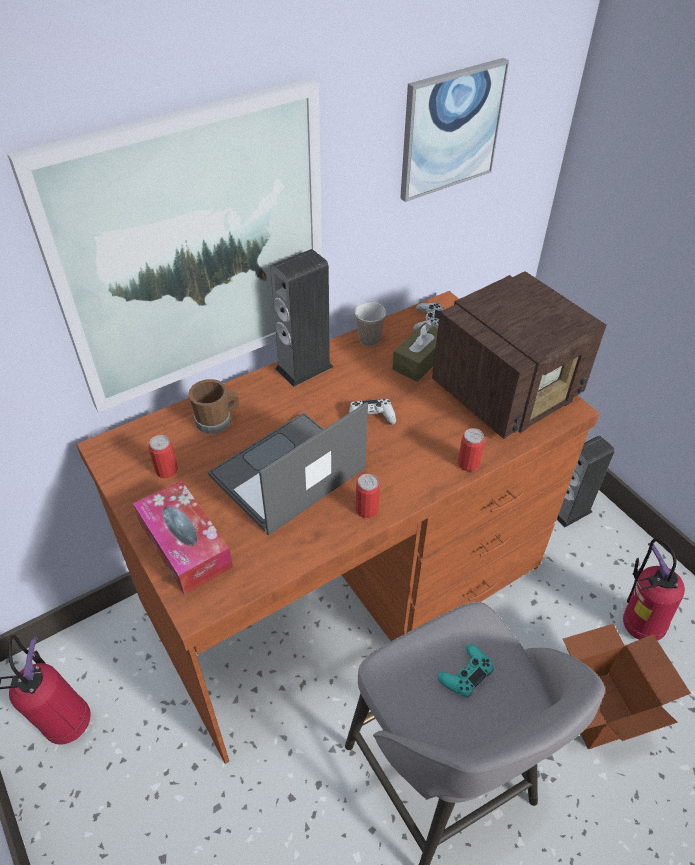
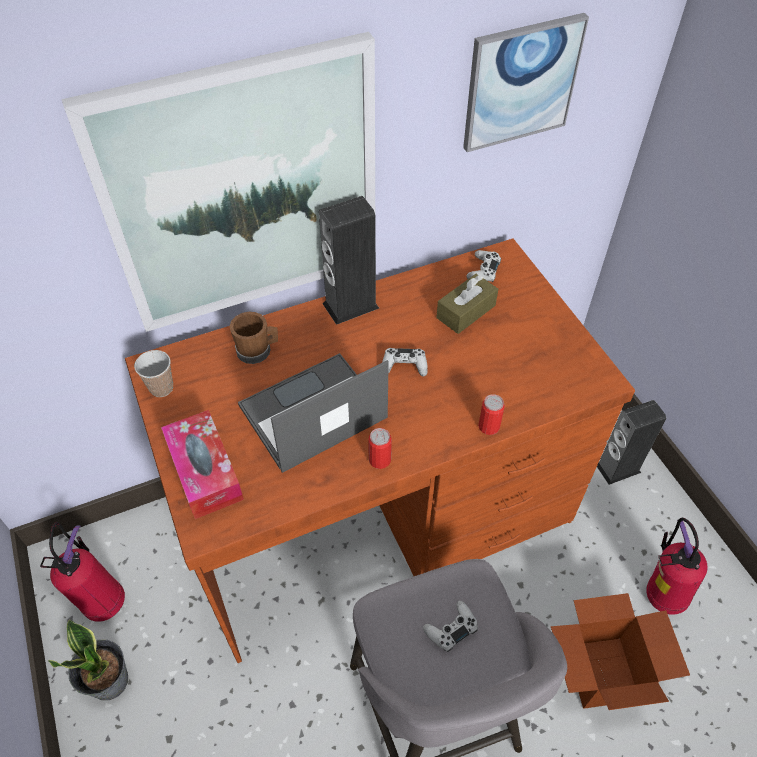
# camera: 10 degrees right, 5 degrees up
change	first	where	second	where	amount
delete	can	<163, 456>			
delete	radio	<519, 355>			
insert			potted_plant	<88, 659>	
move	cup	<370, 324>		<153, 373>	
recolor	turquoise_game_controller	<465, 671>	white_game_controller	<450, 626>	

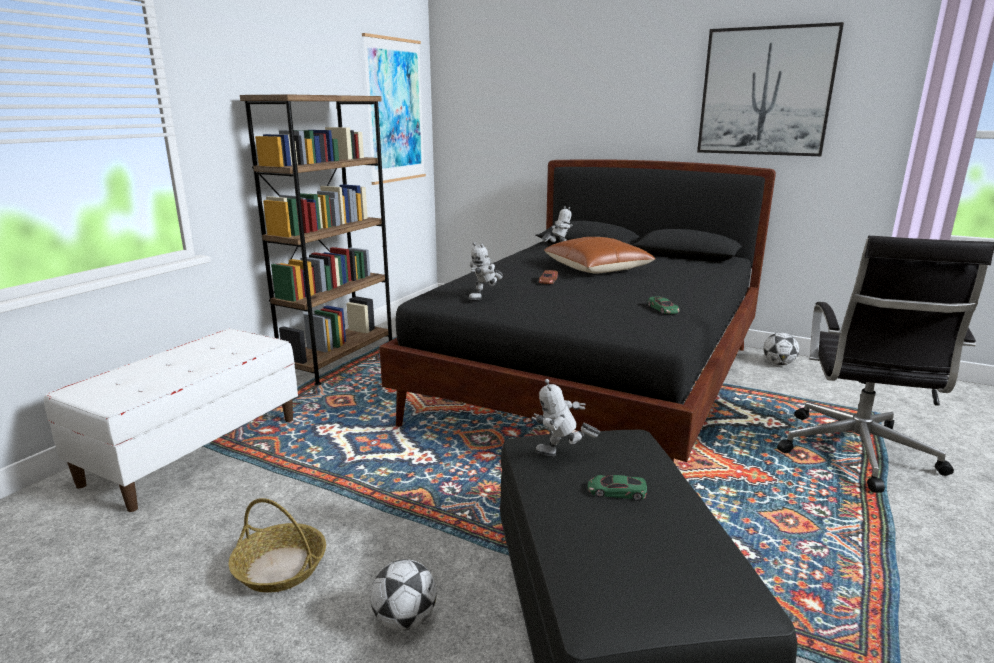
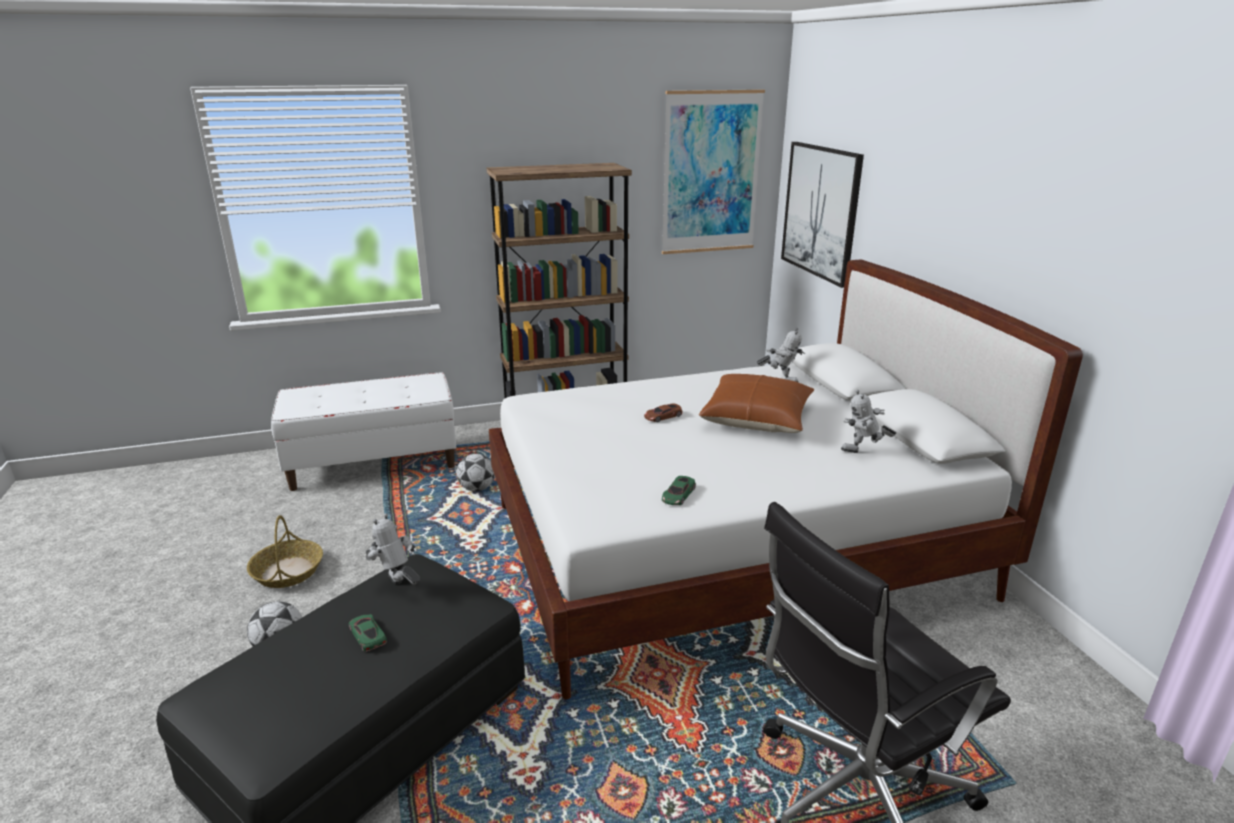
# camera: 45 degrees right, 5 degrees up
change	first	where	second	where	amount
move	toy_robot	<485, 271>		<868, 421>	
move	picture	<770, 89>		<822, 215>	
move	football	<781, 349>		<476, 472>	
recolor	black_bed	<577, 310>	white_bed	<786, 479>	

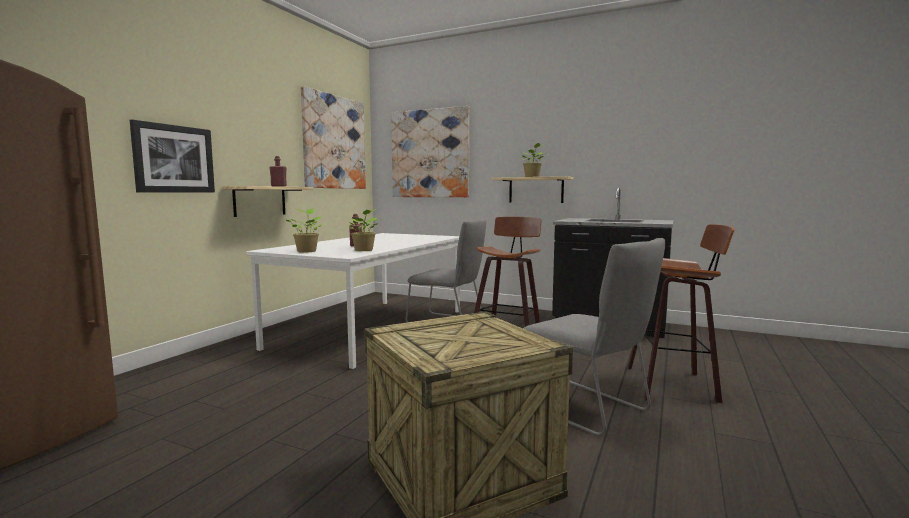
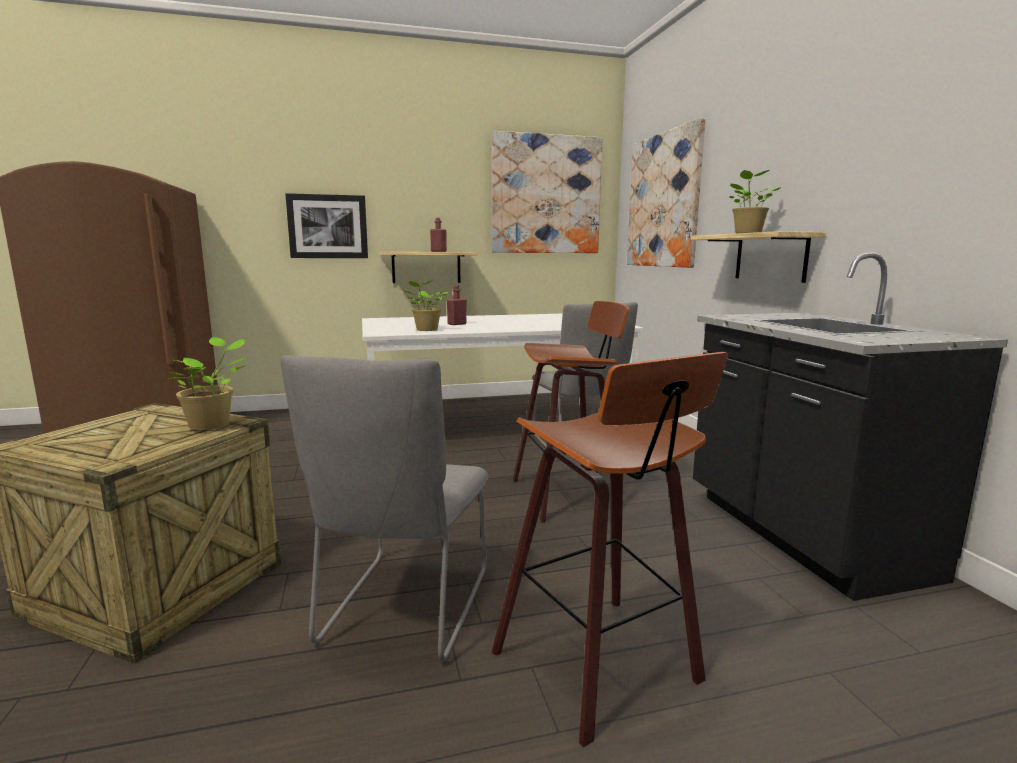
# camera: 50 degrees right, 5 degrees up
change	first	where	second	where	amount
move	potted_plant	<304, 231>		<208, 383>	

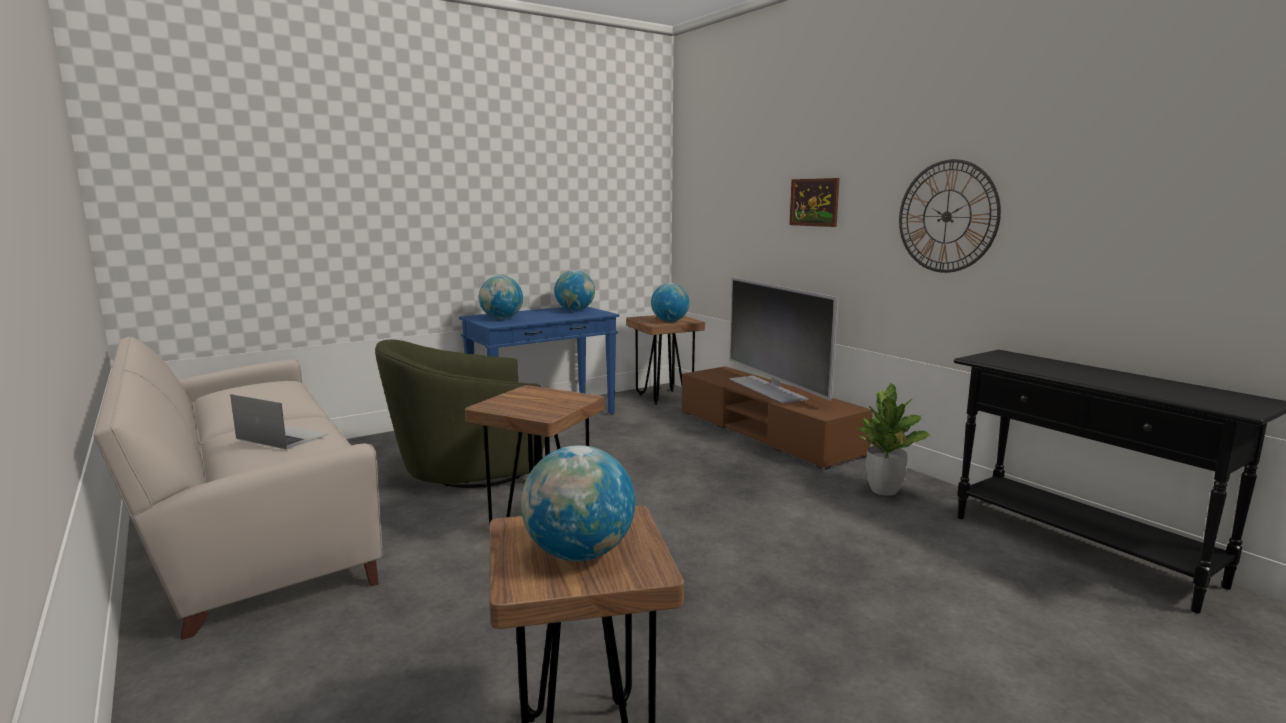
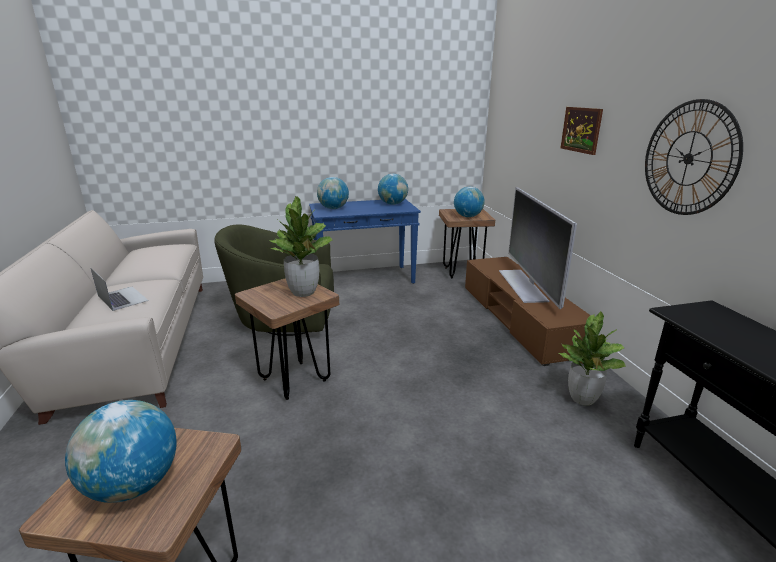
# camera: 20 degrees right, 10 degrees up
change	first	where	second	where	amount
insert			potted_plant	<300, 246>	

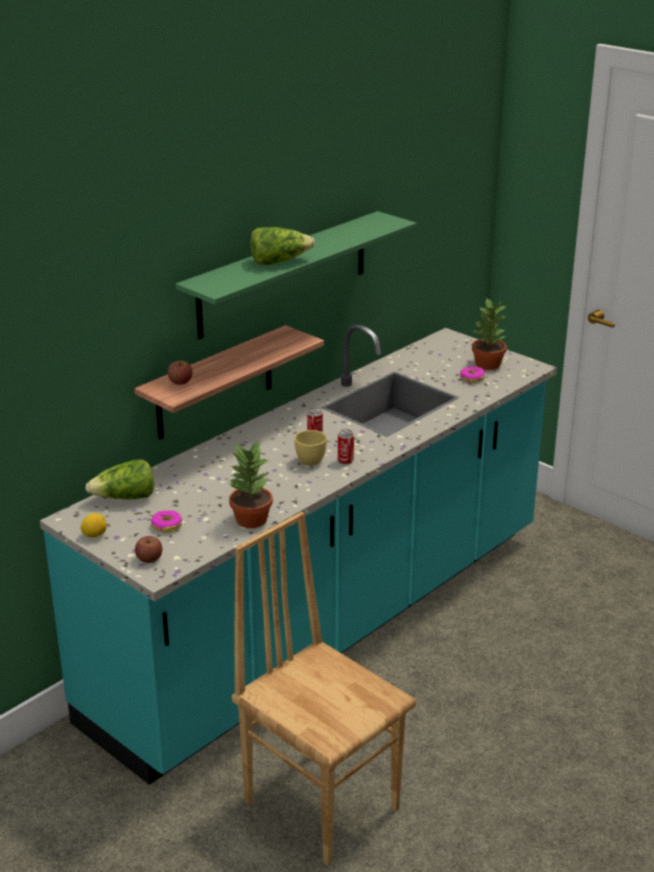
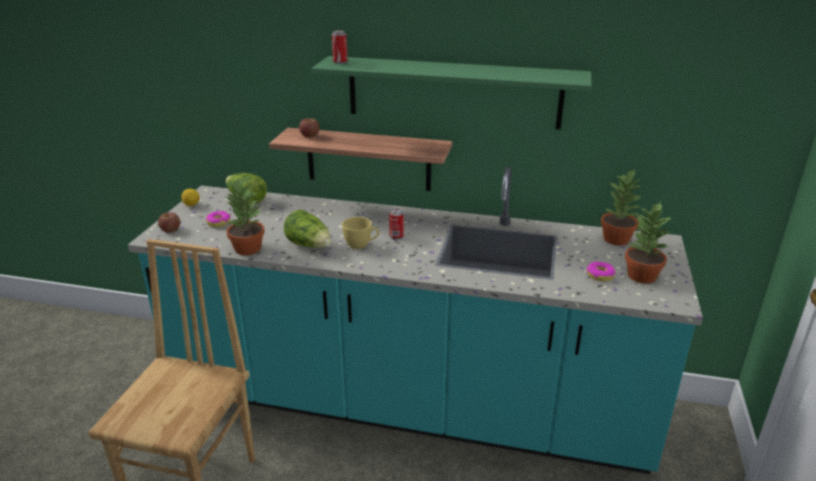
# camera: 60 degrees right, 0 degrees up
change	first	where	second	where	amount
insert			potted_plant	<621, 207>	
move	lettuce	<282, 246>		<308, 229>	
move	can	<346, 447>		<340, 47>	

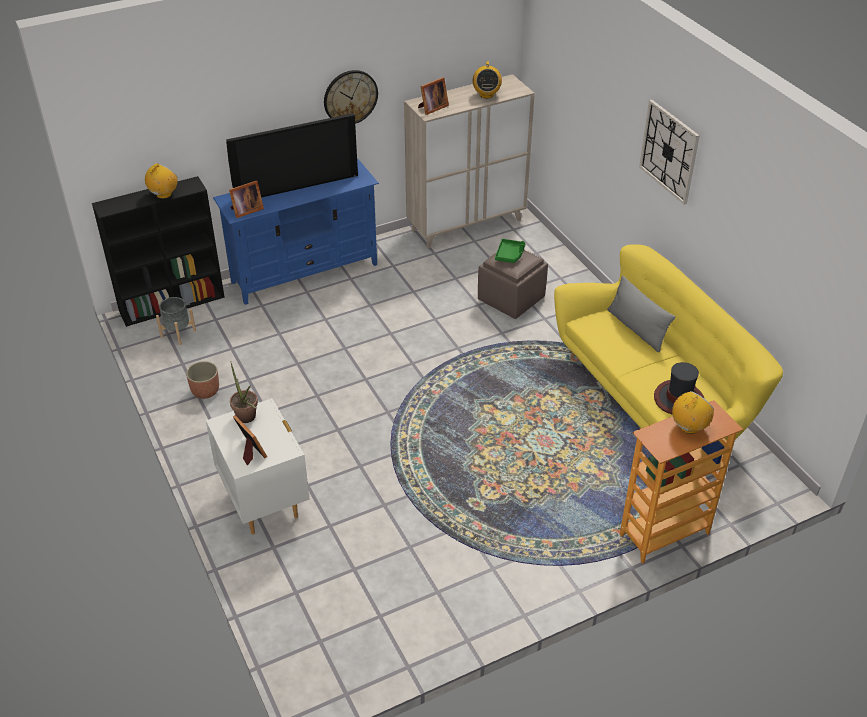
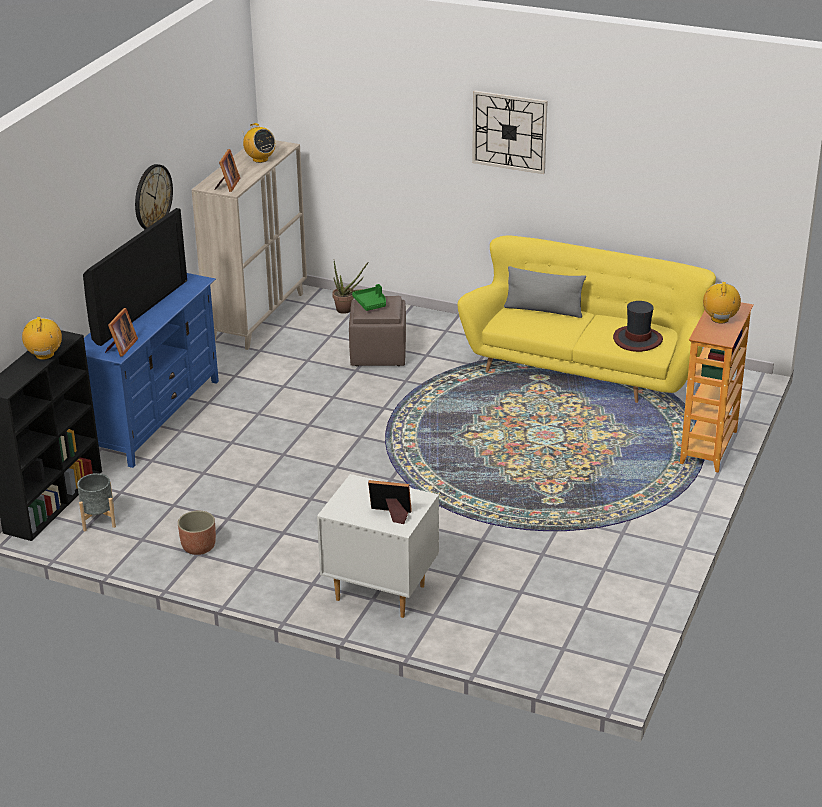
# camera: 40 degrees left, 10 degrees down
change	first	where	second	where	amount
move	potted_plant	<244, 392>		<350, 287>	

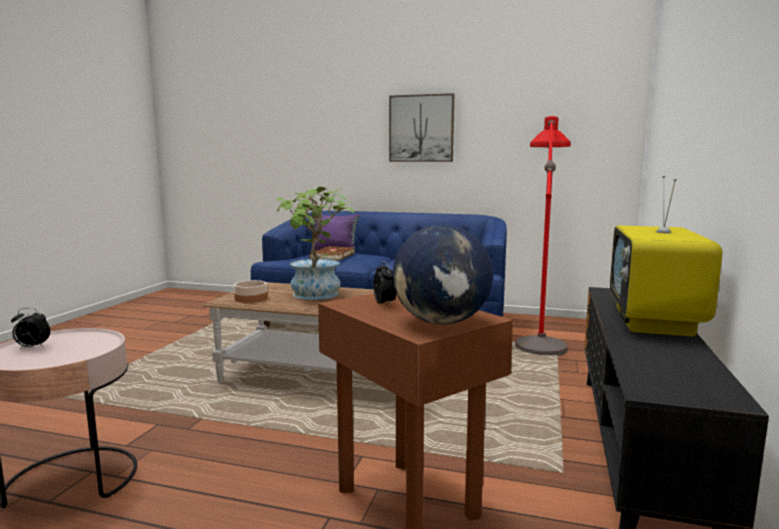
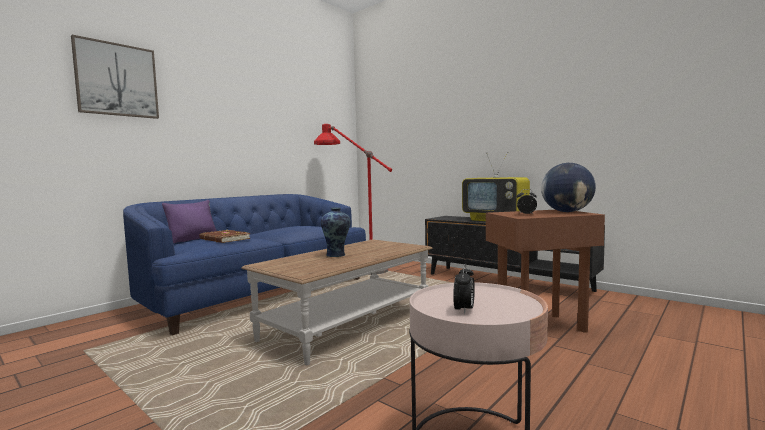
# camera: 65 degrees left, 5 degrees down
change	first	where	second	where	amount
delete	bowl	<250, 291>			
move	picture	<421, 127>		<115, 77>	
replace	potted_plant	<315, 243>	vase	<336, 232>	

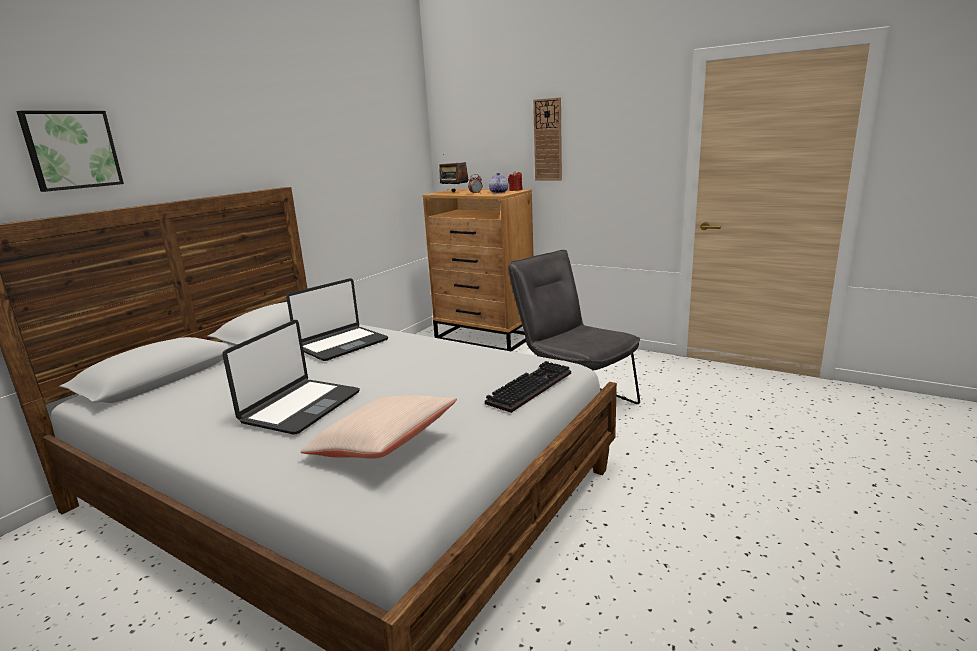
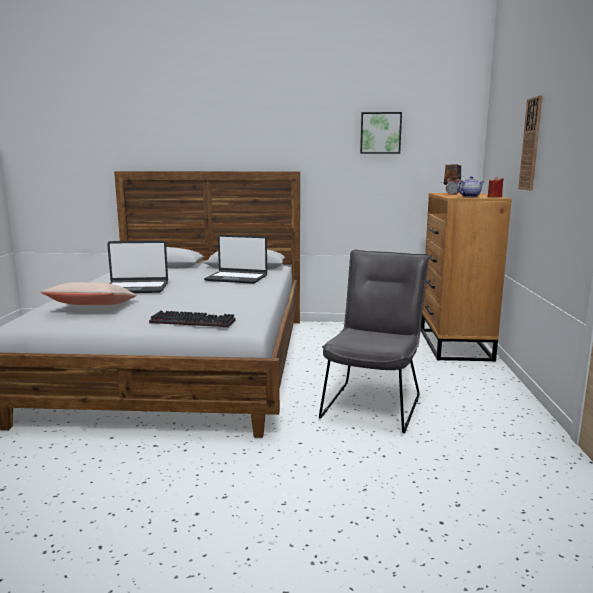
# camera: 60 degrees right, 5 degrees down
change	first	where	second	where	amount
move	picture	<70, 151>		<381, 133>	

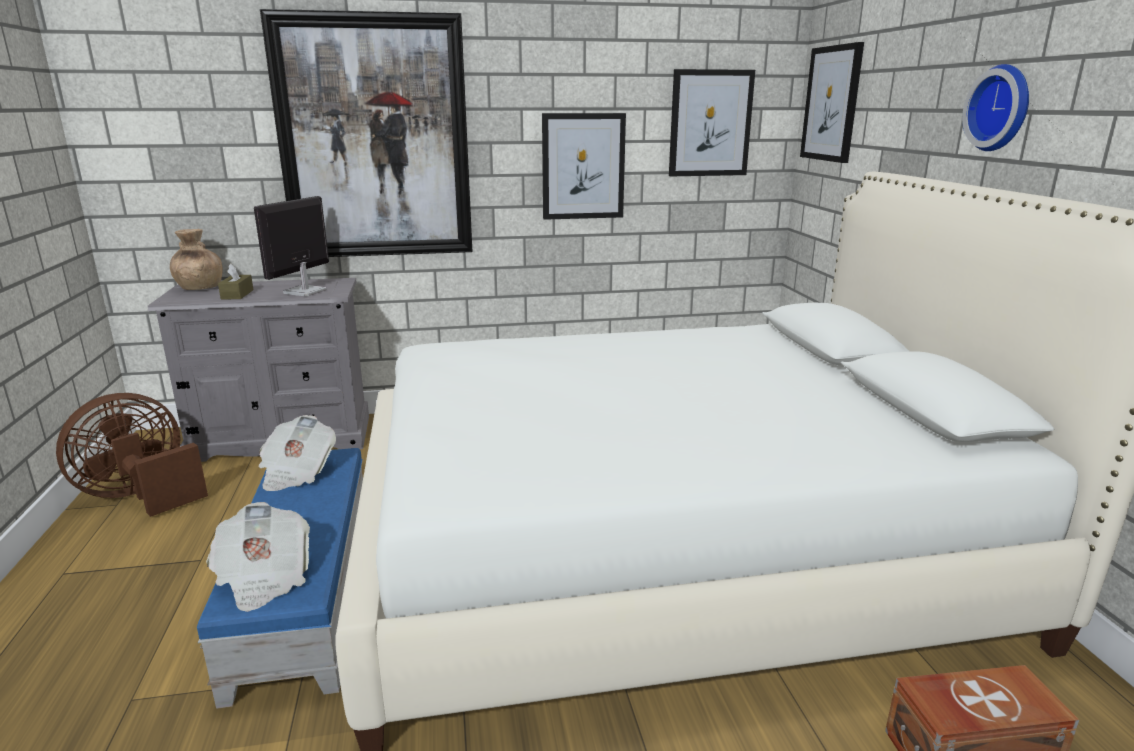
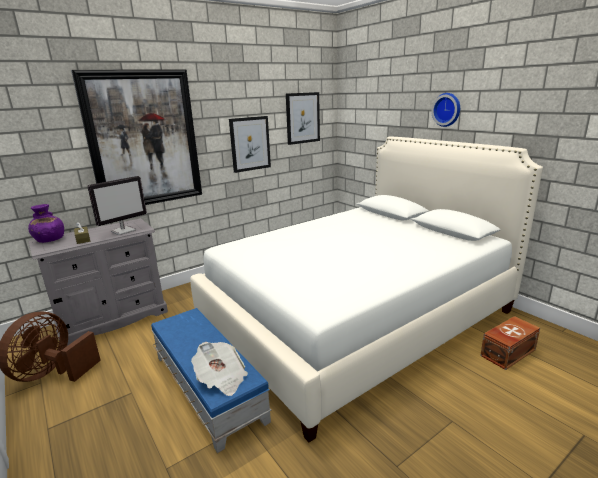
# camera: 25 degrees left, 0 degrees up
change	first	where	second	where	amount
delete	newspaper	<297, 453>			
delete	picture	<832, 102>			
recolor	brown_vase	<196, 259>	purple_vase	<46, 223>	
rotate	monitor	<291, 246>		<117, 205>	135 degrees counterclockwise

